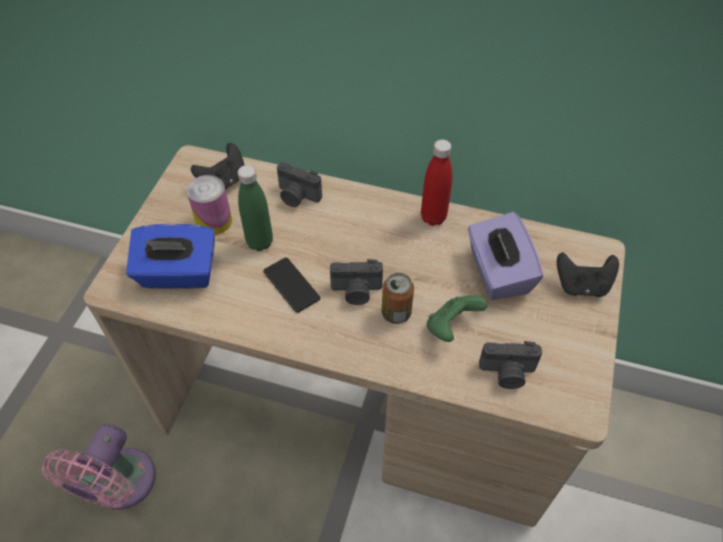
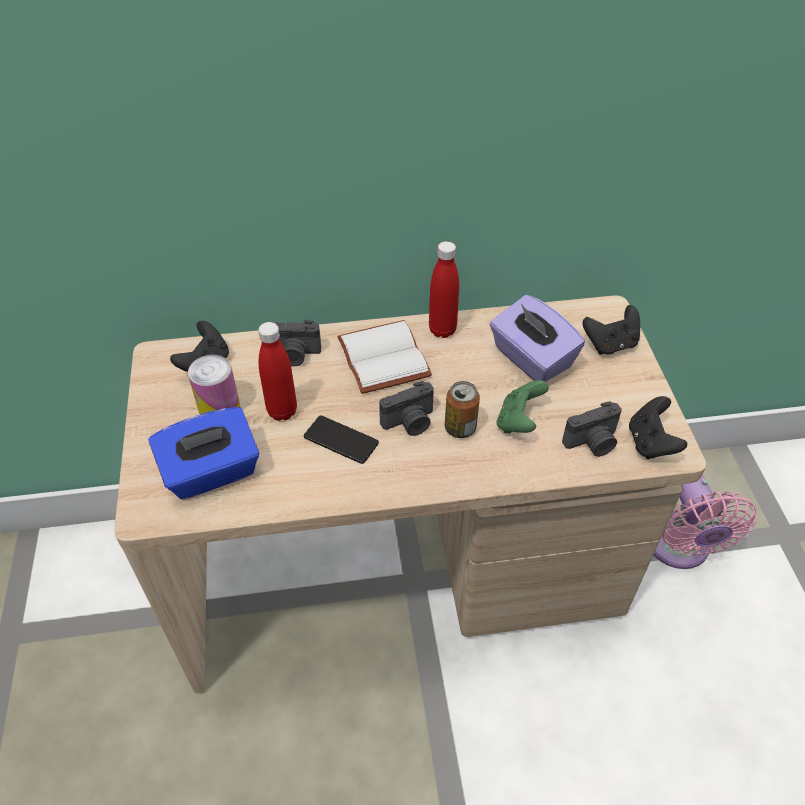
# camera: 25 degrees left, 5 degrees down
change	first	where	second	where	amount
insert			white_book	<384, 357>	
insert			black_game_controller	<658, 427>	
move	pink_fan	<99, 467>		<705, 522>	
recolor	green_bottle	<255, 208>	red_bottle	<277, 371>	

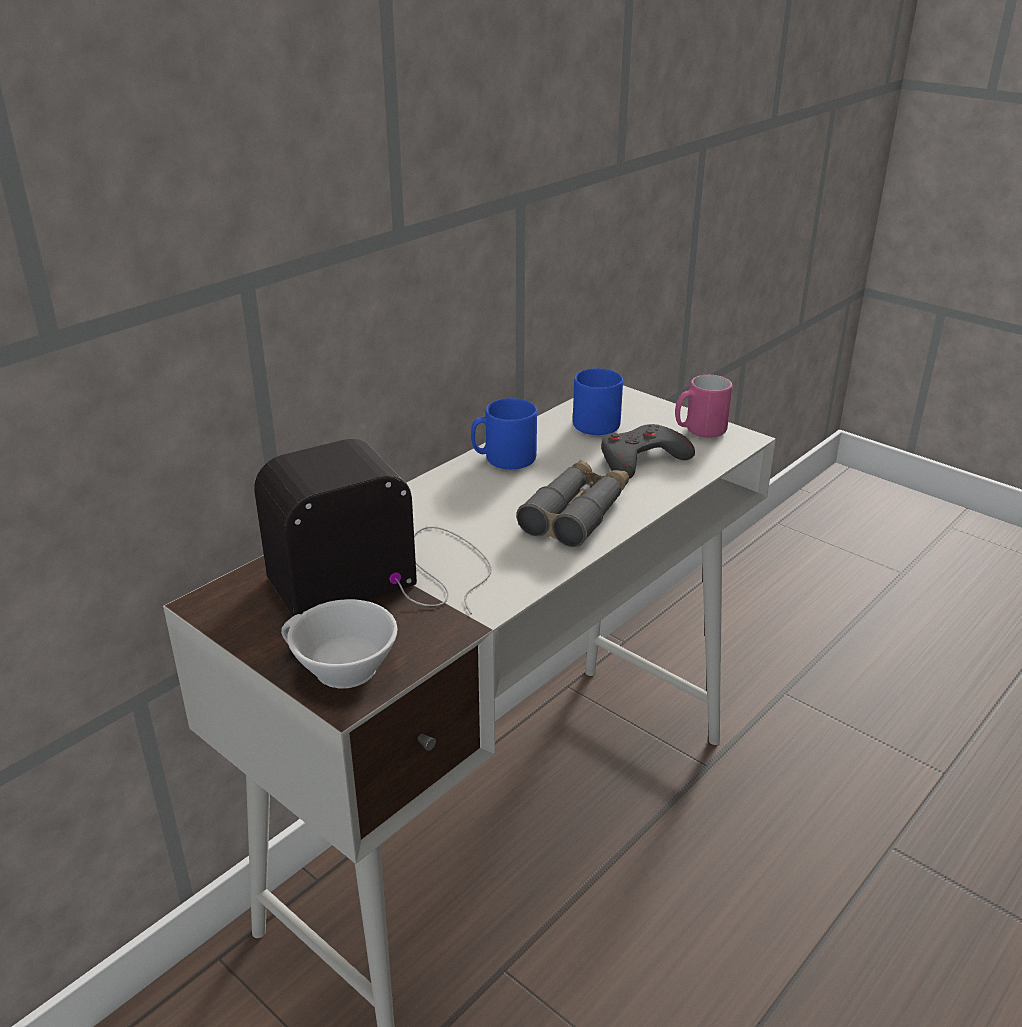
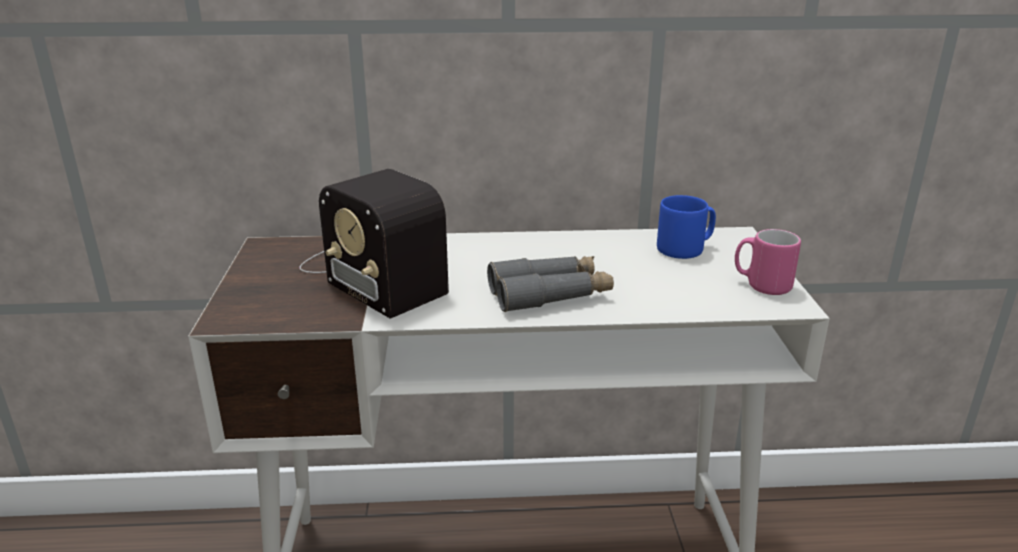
# camera: 45 degrees right, 5 degrees down
change	first	where	second	where	amount
delete	white_cup	<339, 643>			
delete	blue_mug	<504, 433>			
delete	grey_game_controller	<648, 451>			
rotate	radio	<373, 527>		<374, 243>	150 degrees counterclockwise

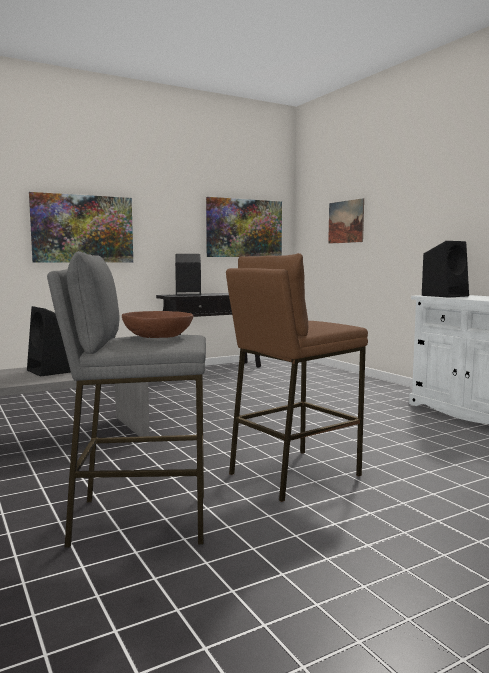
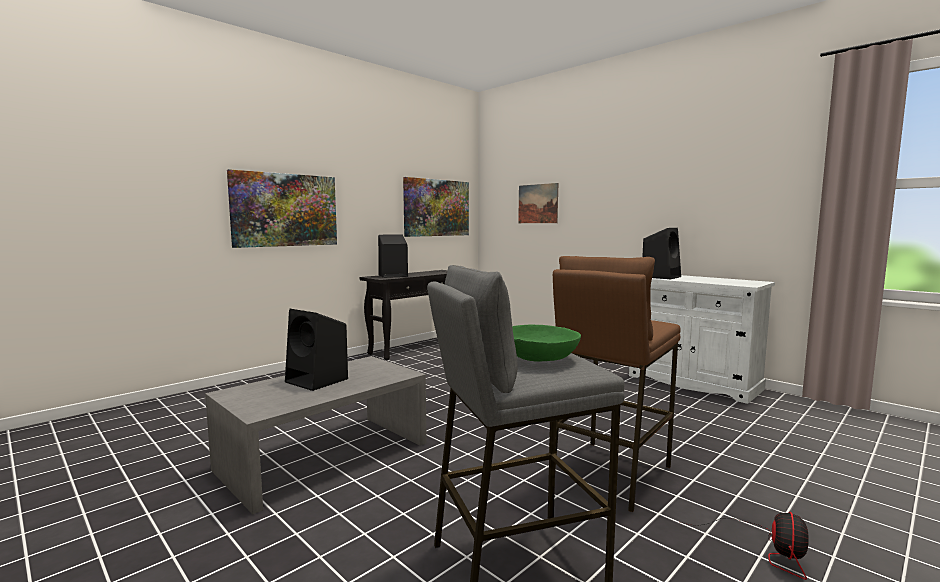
# camera: 15 degrees left, 0 degrees up
change	first	where	second	where	amount
insert			fan	<745, 546>	
recolor	brown_bowl	<157, 324>	green_bowl	<546, 343>	

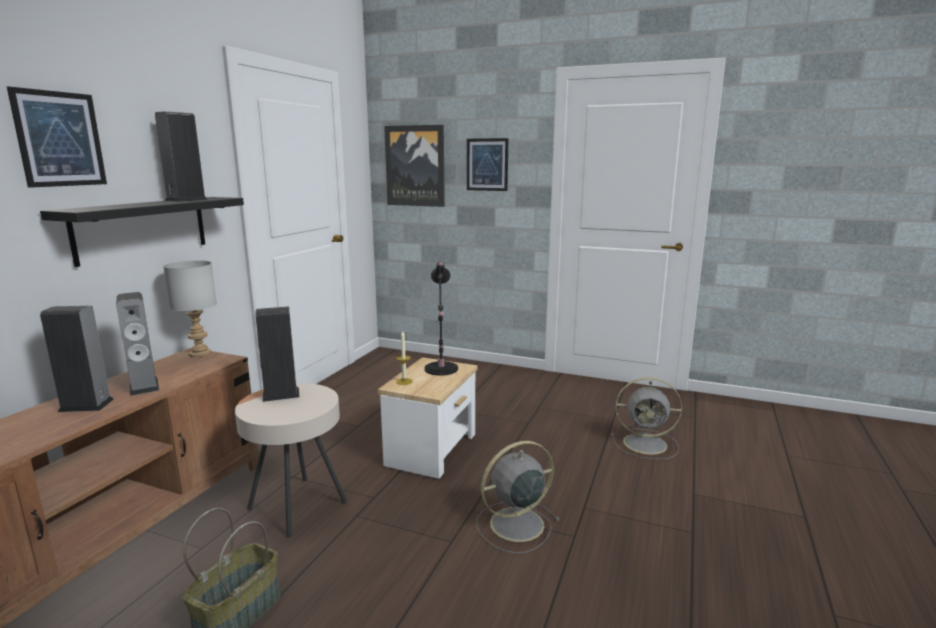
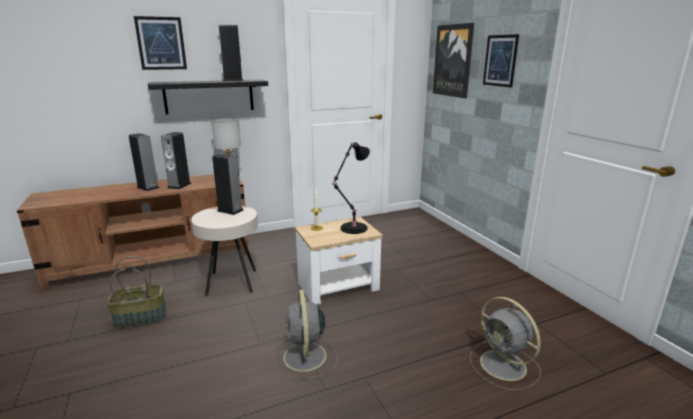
# camera: 45 degrees right, 5 degrees up
change	first	where	second	where	amount
rotate	grey_fan	<518, 497>		<306, 334>	120 degrees counterclockwise

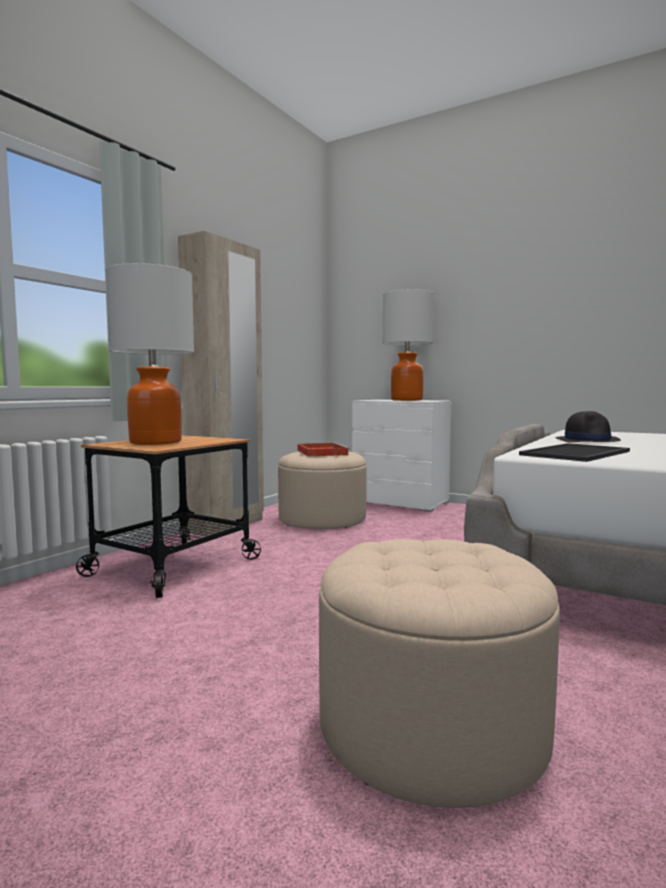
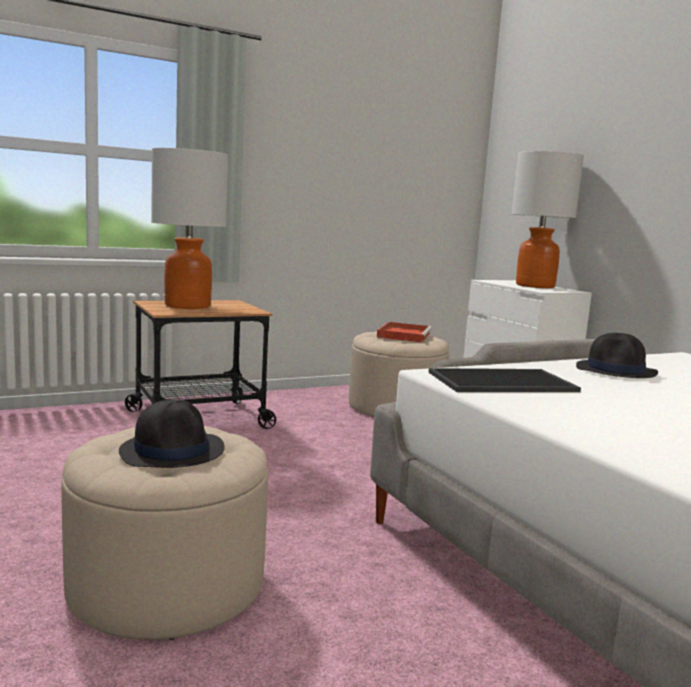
# camera: 30 degrees right, 5 degrees up
change	first	where	second	where	amount
delete	beige_wardrobe	<221, 383>			
insert			black_hat	<172, 433>	

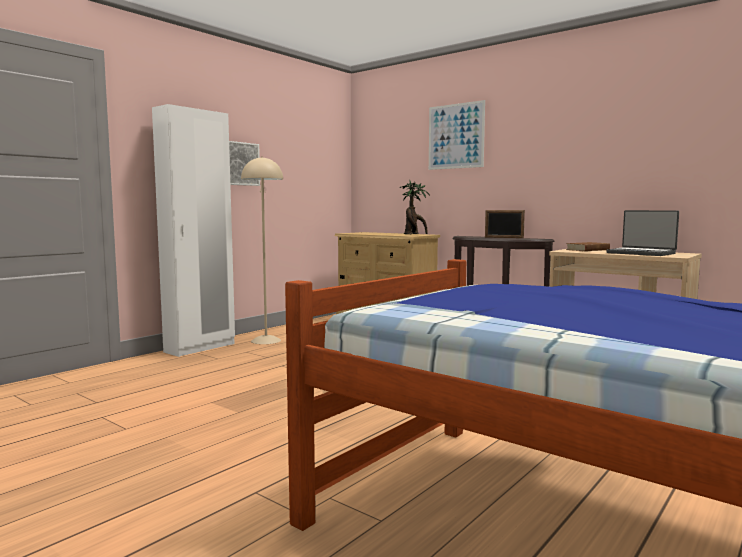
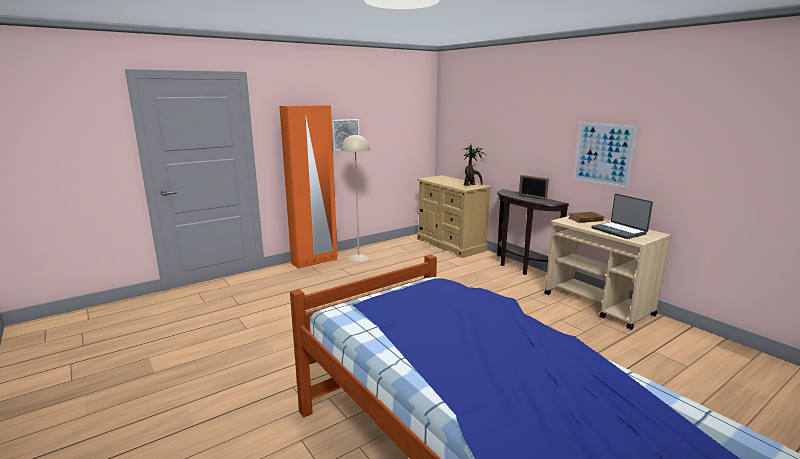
# camera: 15 degrees right, 10 degrees up
change	first	where	second	where	amount
move	picture	<457, 135>		<605, 155>	
recolor	white_wardrobe	<193, 230>	orange_wardrobe	<308, 187>	

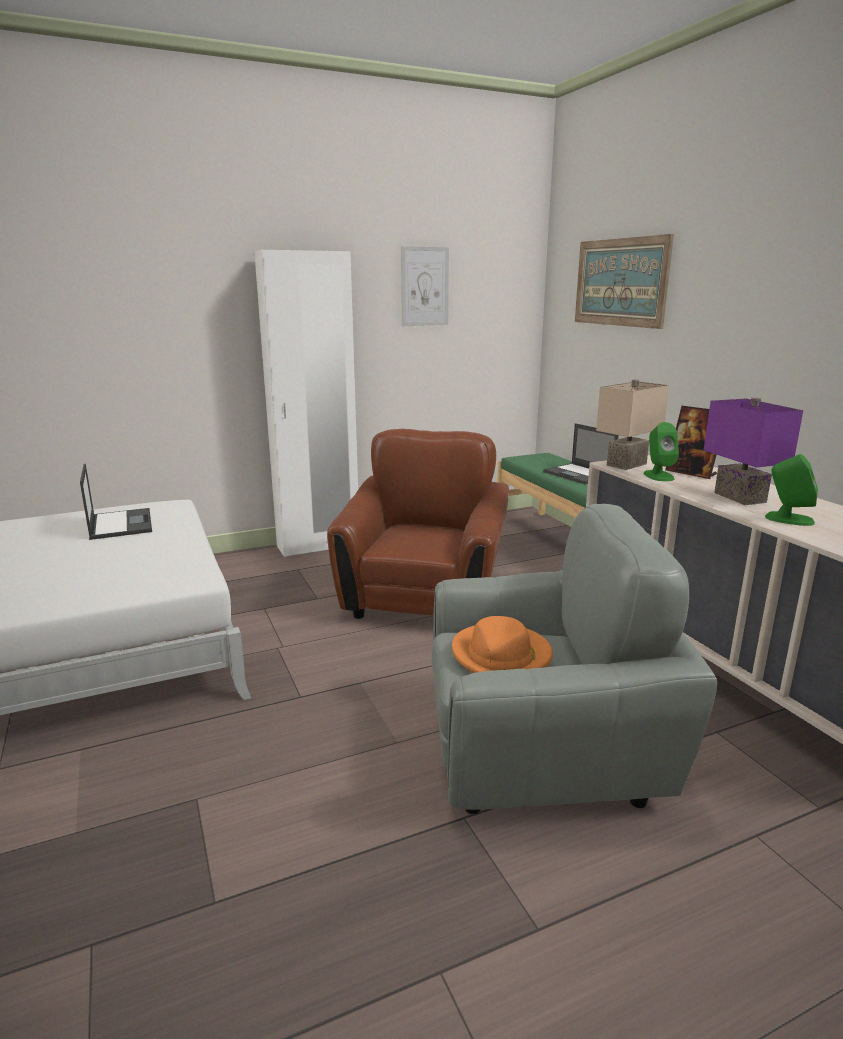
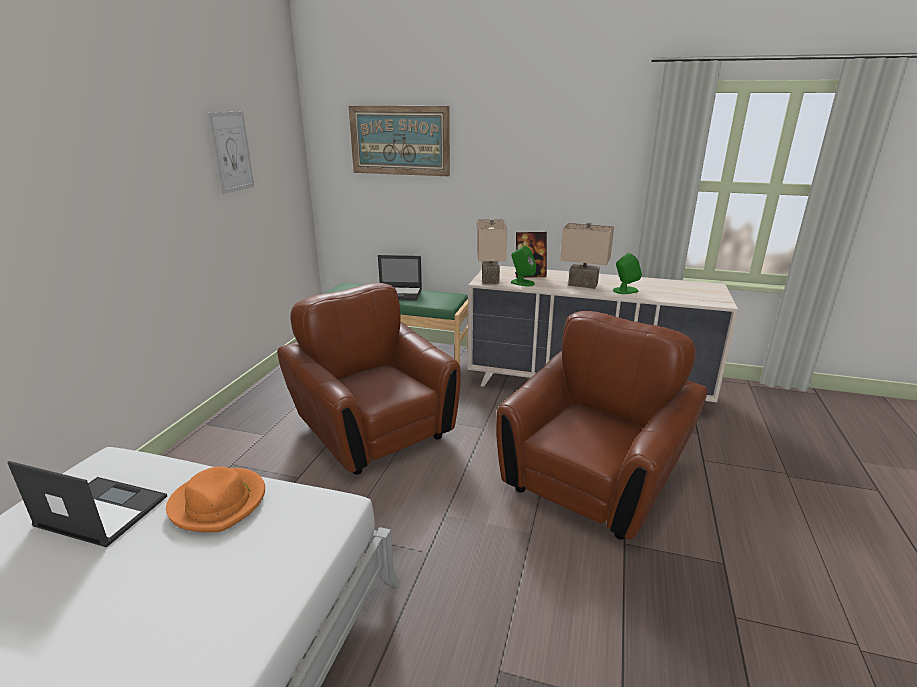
# camera: 50 degrees left, 5 degrees up
change	first	where	second	where	amount
delete	white_wardrobe	<306, 403>			
move	orange_hat	<502, 644>		<215, 499>	
recolor	grey_armchair	<574, 659>	brown_armchair	<601, 425>	
recolor	purple_table_lamp	<753, 451>	beige_table_lamp	<587, 255>	

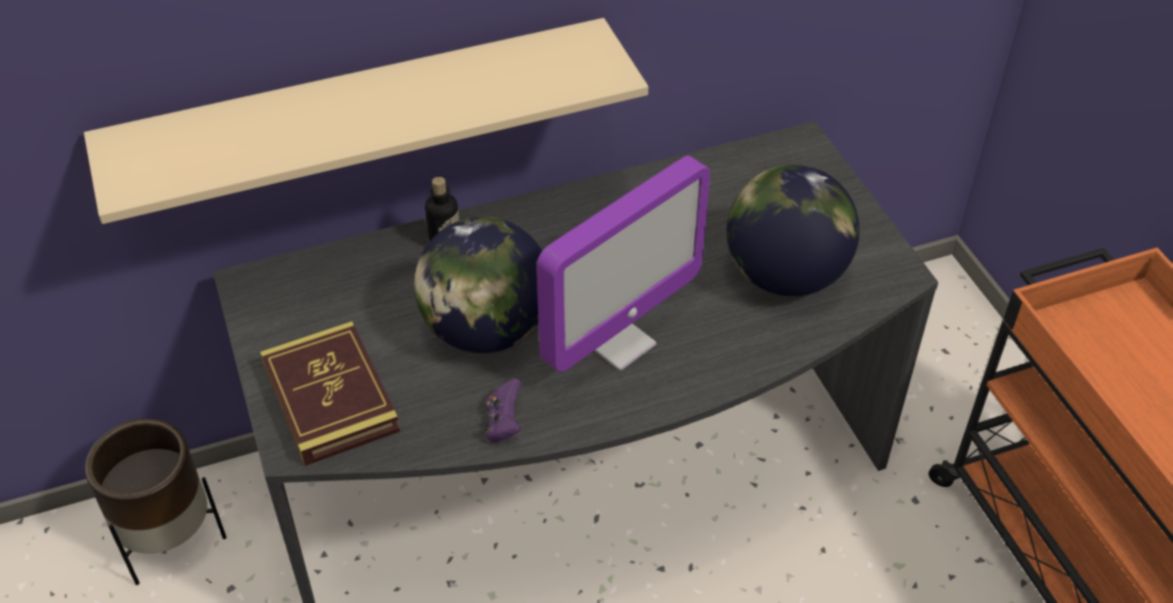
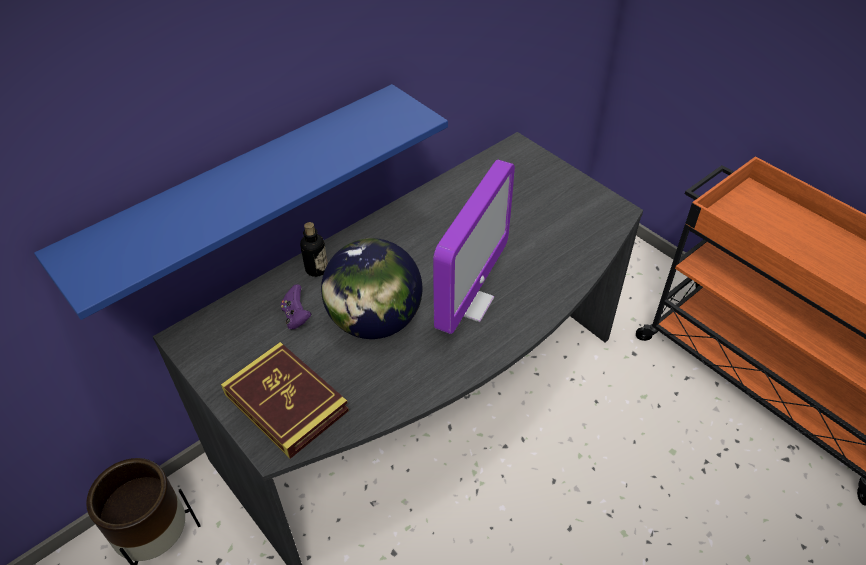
# camera: 20 degrees left, 0 degrees up
change	first	where	second	where	amount
delete	globe	<793, 230>			
move	purple_game_controller	<503, 410>		<295, 306>	
recolor	beige_shelf	<366, 121>	blue_shelf	<241, 202>	

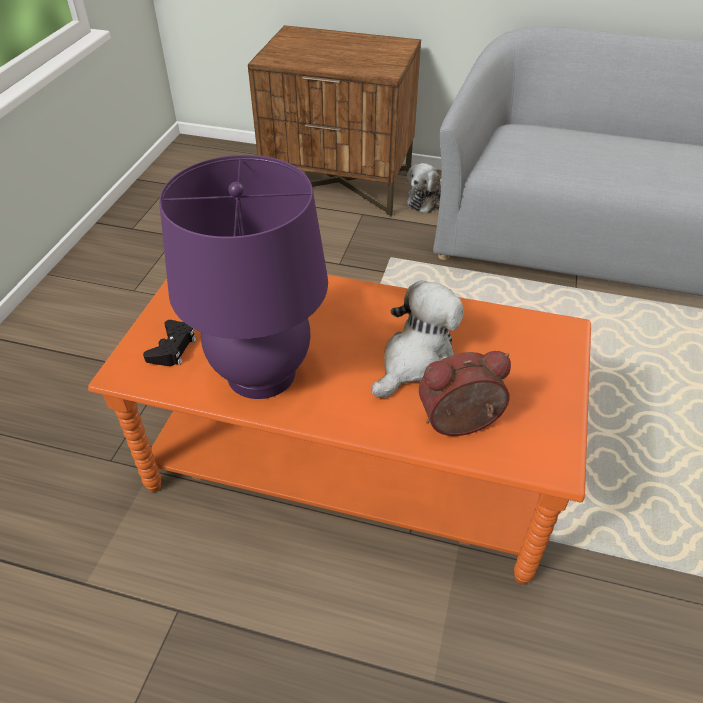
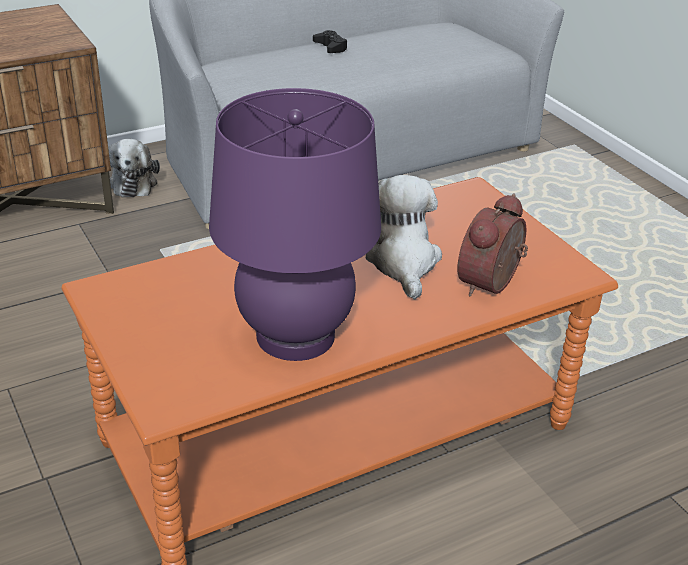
# camera: 45 degrees left, 10 degrees down
change	first	where	second	where	amount
move	black_game_controller	<169, 343>		<330, 41>	

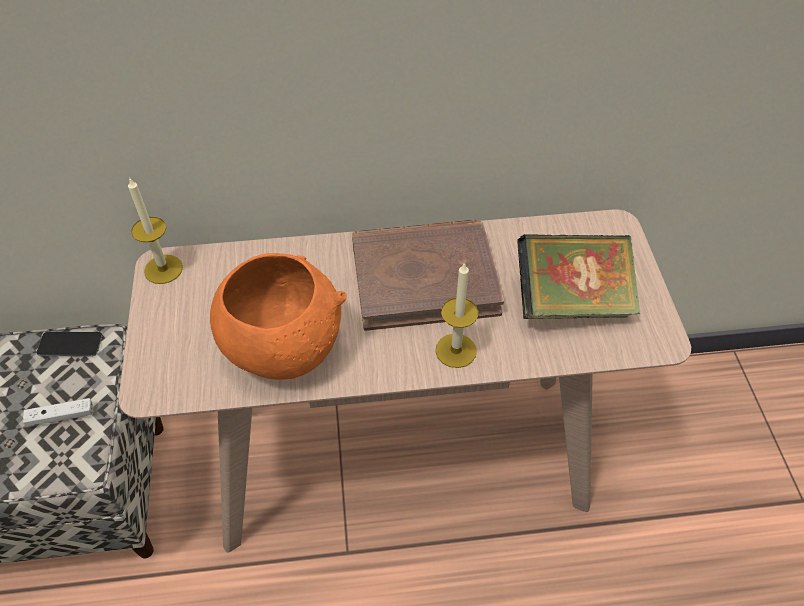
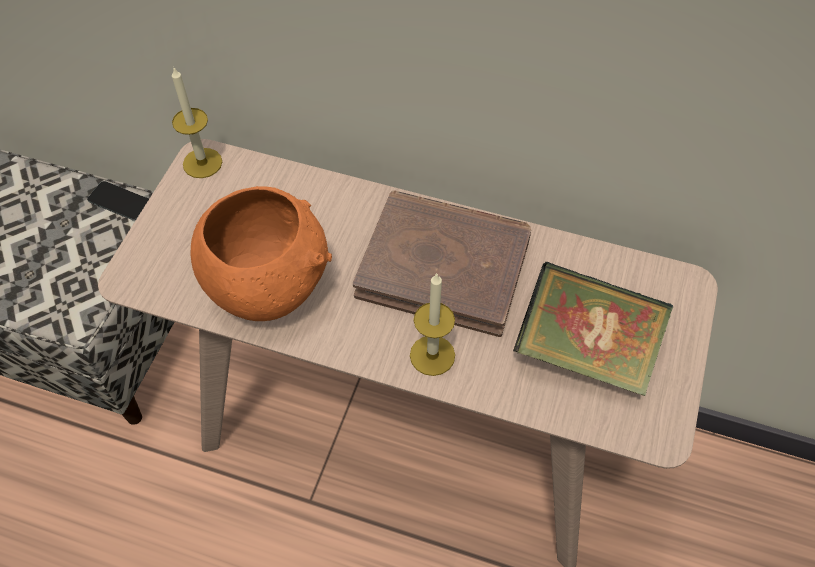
# camera: 25 degrees right, 5 degrees up
change	first	where	second	where	amount
delete	white_game_controller	<58, 412>			

